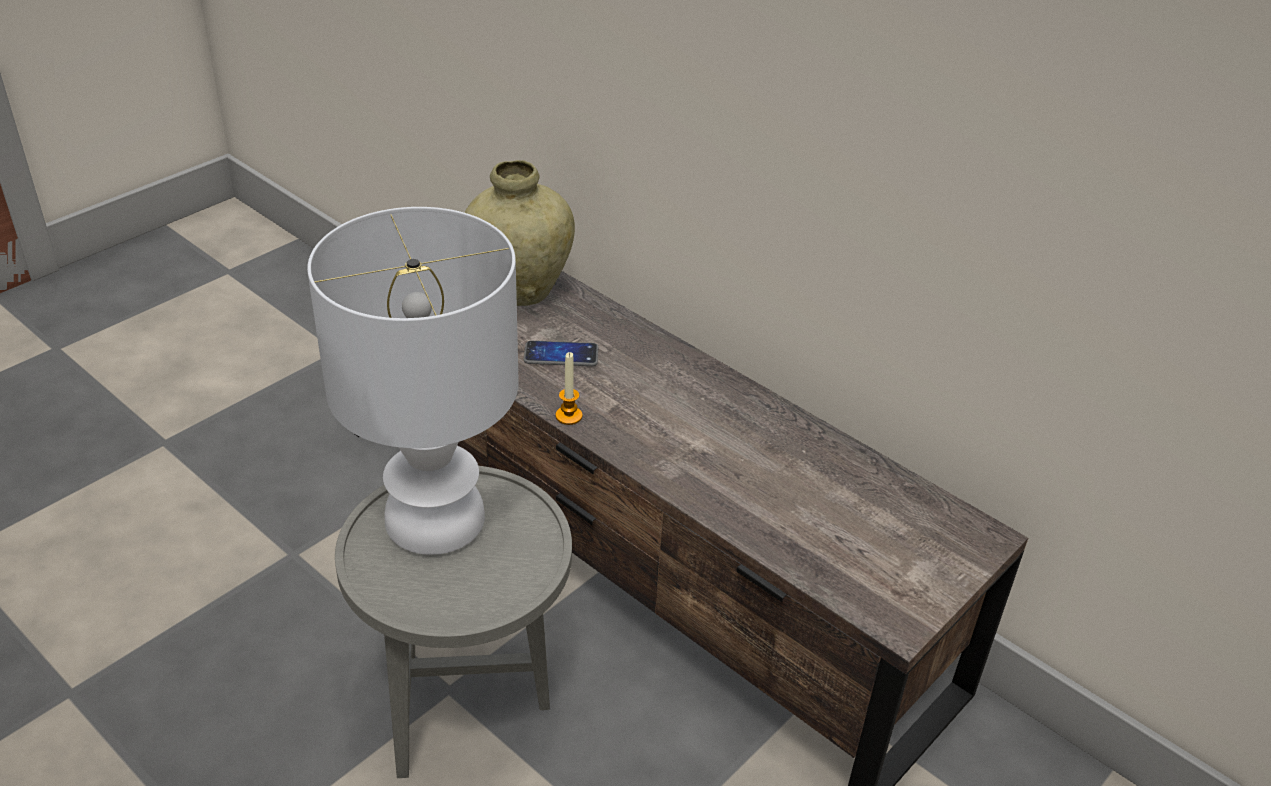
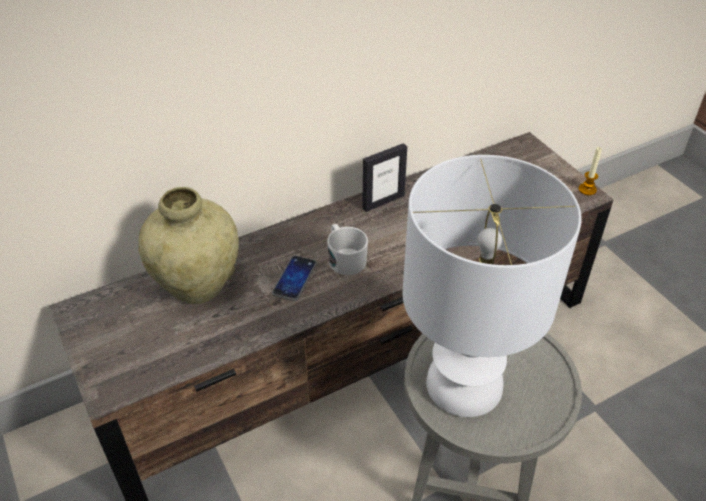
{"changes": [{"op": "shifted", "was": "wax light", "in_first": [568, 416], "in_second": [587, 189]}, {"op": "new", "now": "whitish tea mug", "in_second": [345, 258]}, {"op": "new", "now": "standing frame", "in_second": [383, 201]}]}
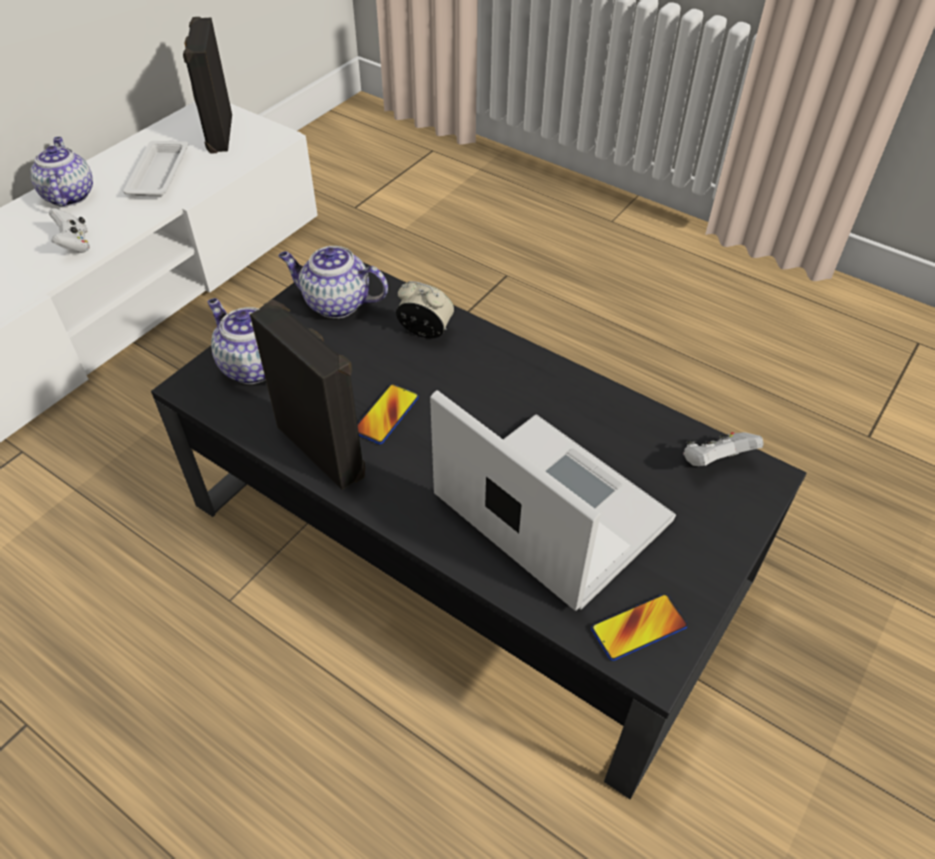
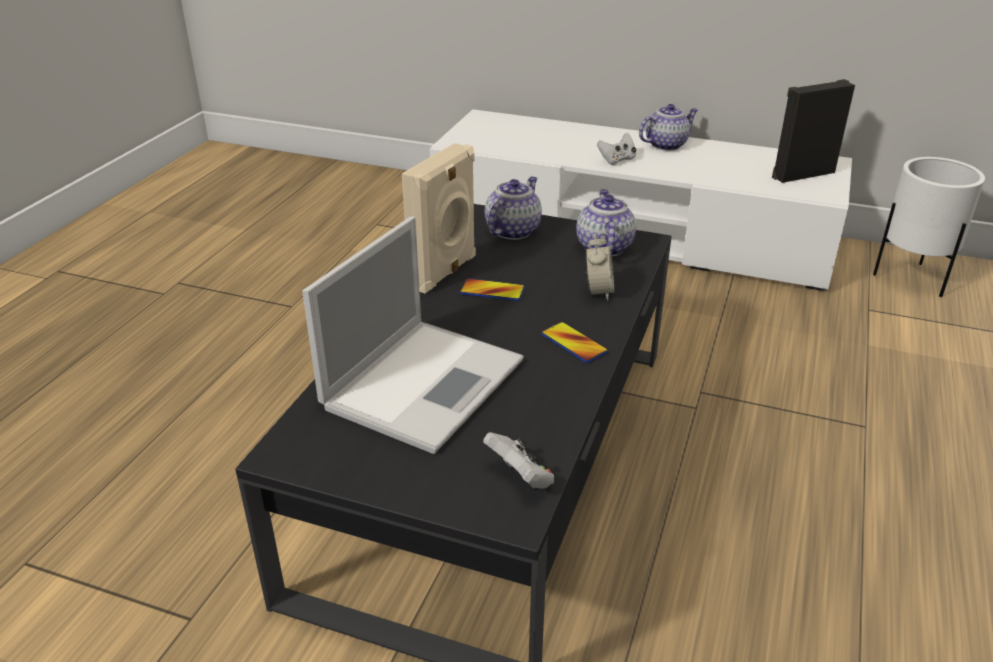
{"changes": [{"op": "gone", "was": "whitish tray", "in_first": [159, 173]}, {"op": "repainted", "was": "blackish speaker", "now": "sand-coloured speaker", "in_first": [323, 449], "in_second": [445, 272]}, {"op": "shifted", "was": "handset", "in_first": [639, 627], "in_second": [574, 343]}, {"op": "new", "now": "whitish plant pot", "in_second": [911, 279]}]}
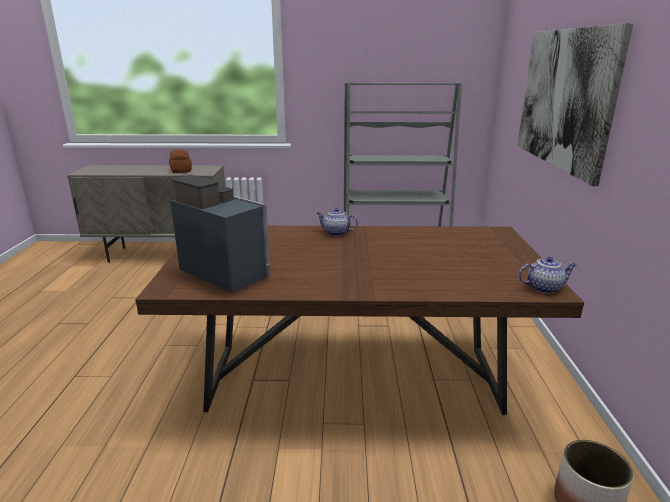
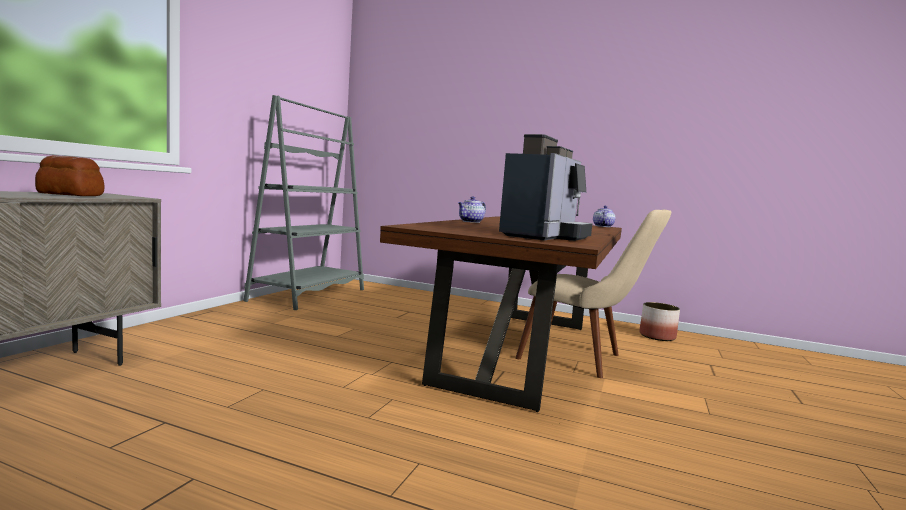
{"changes": [{"op": "rotated", "was": "coffee machine", "in_first": [226, 272], "in_second": [544, 236], "clockwise": 150}, {"op": "gone", "was": "wall picture", "in_first": [564, 99]}, {"op": "new", "now": "sand-coloured upright chair", "in_second": [584, 359]}]}
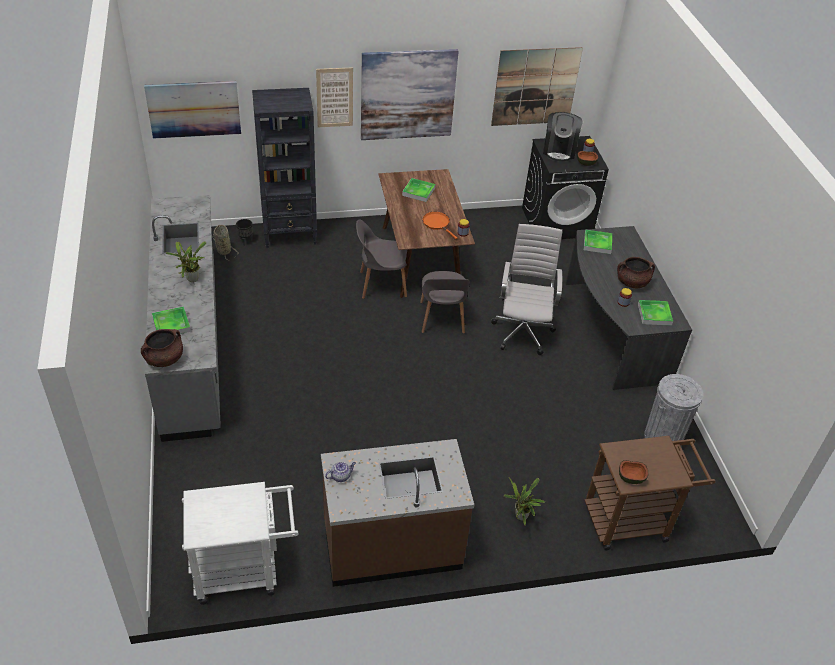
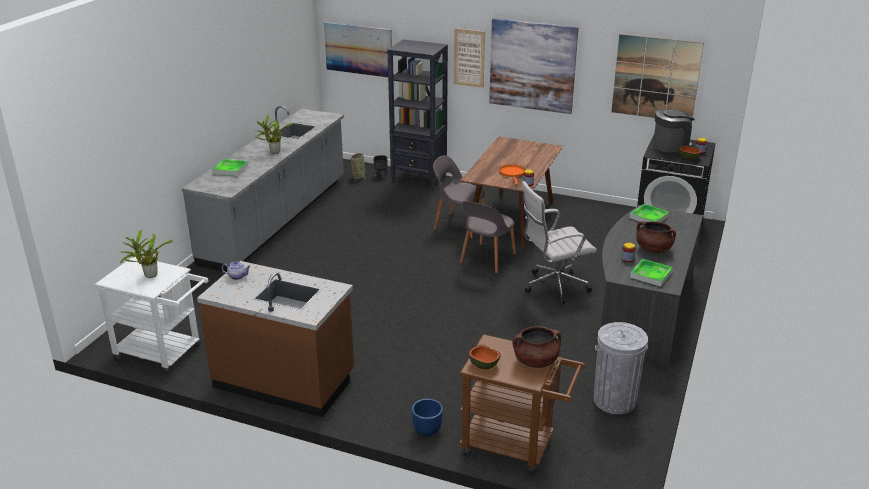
{"changes": [{"op": "shifted", "was": "brownish stockpot", "in_first": [164, 359], "in_second": [535, 361]}, {"op": "gone", "was": "tray", "in_first": [418, 191]}, {"op": "rotated", "was": "whitish desk chair", "in_first": [522, 331], "in_second": [553, 287], "clockwise": -150}, {"op": "shifted", "was": "plant in a pot", "in_first": [520, 517], "in_second": [149, 276]}, {"op": "rotated", "was": "coffee machine", "in_first": [559, 151], "in_second": [671, 146], "clockwise": -150}, {"op": "new", "now": "blue-coloured plant pot", "in_second": [426, 430]}]}
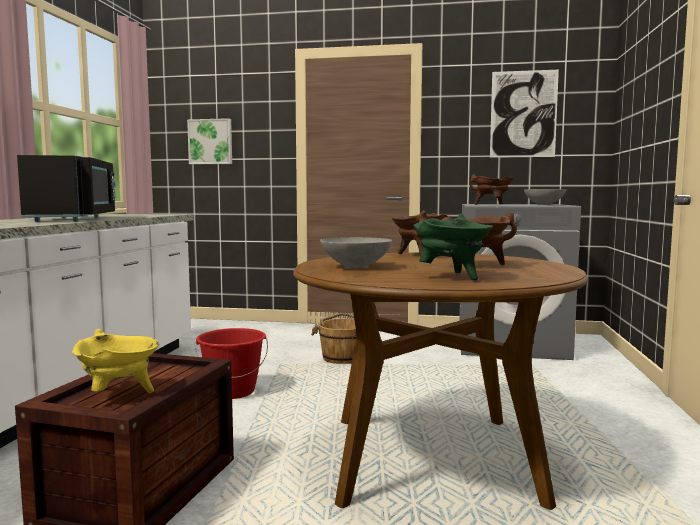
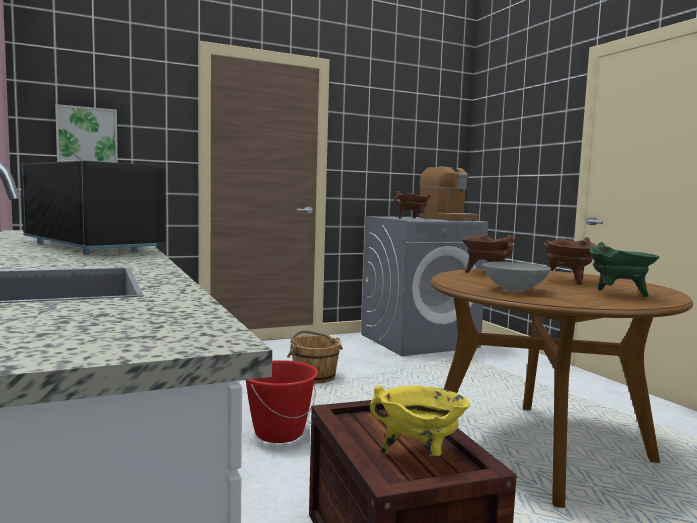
{"changes": [{"op": "gone", "was": "wall picture", "in_first": [523, 114]}, {"op": "swapped", "was": "grey bowl", "now": "coffee machine", "in_first": [544, 204], "in_second": [447, 219]}]}
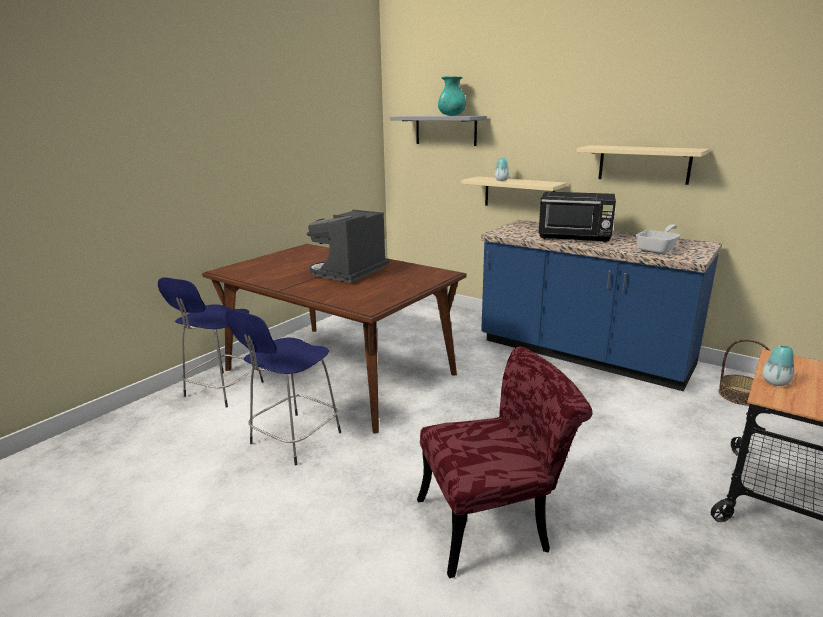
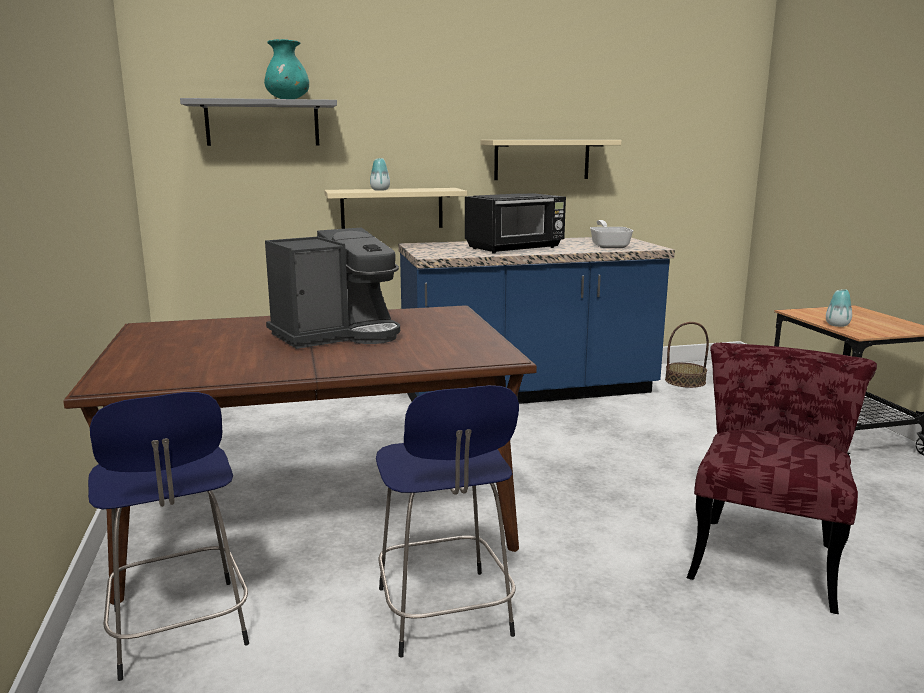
{"changes": [{"op": "rotated", "was": "coffee machine", "in_first": [349, 272], "in_second": [337, 335], "clockwise": -105}]}
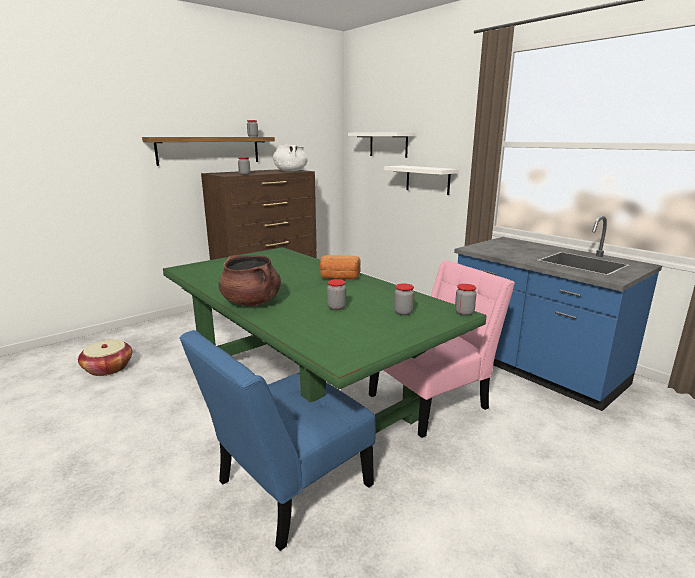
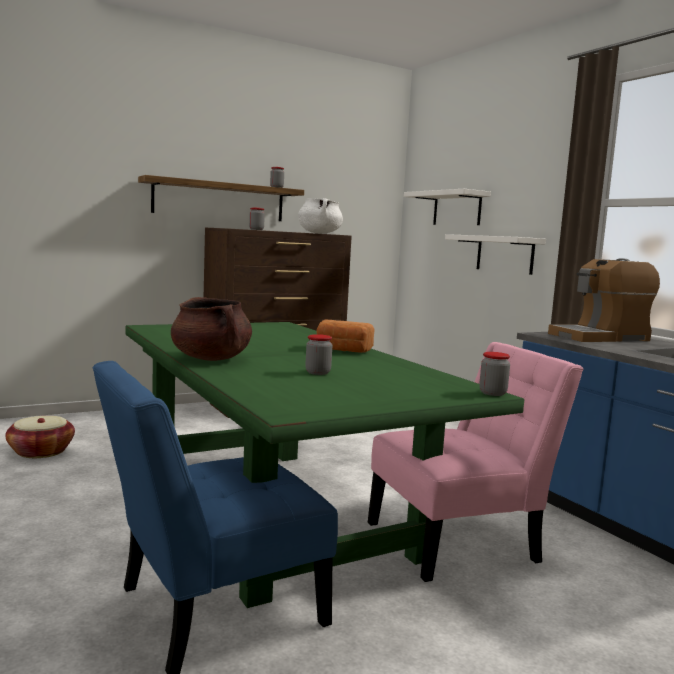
{"changes": [{"op": "gone", "was": "jar", "in_first": [403, 312]}, {"op": "new", "now": "coffee machine", "in_second": [600, 337]}]}
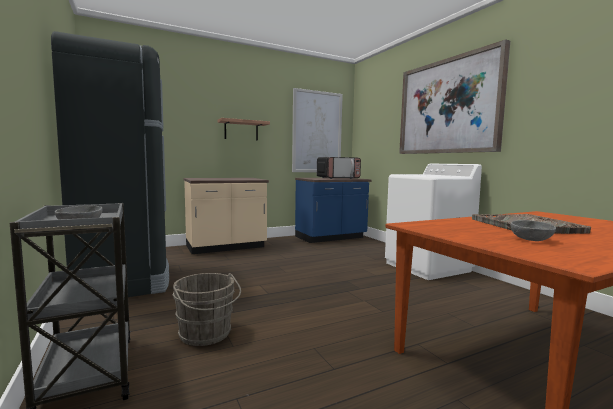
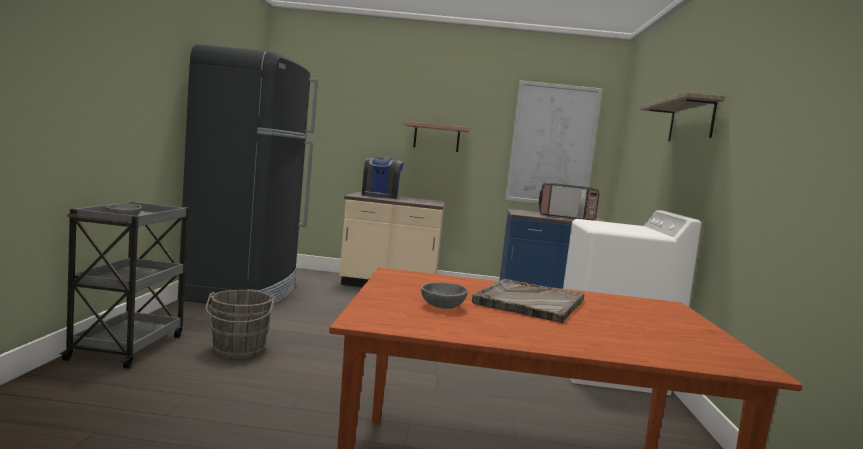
{"changes": [{"op": "swapped", "was": "wall picture", "now": "bracket shelf", "in_first": [447, 107], "in_second": [691, 121]}, {"op": "new", "now": "coffee machine", "in_second": [380, 196]}]}
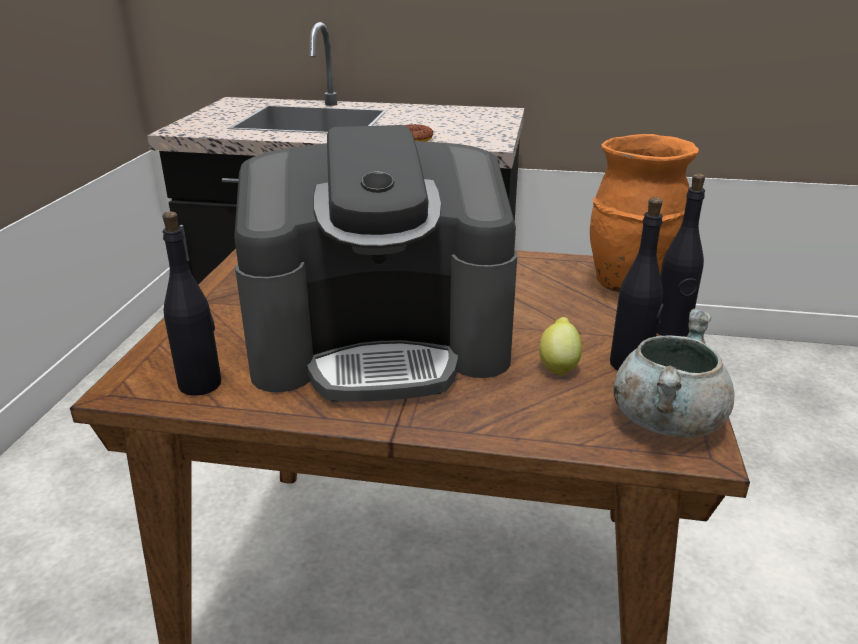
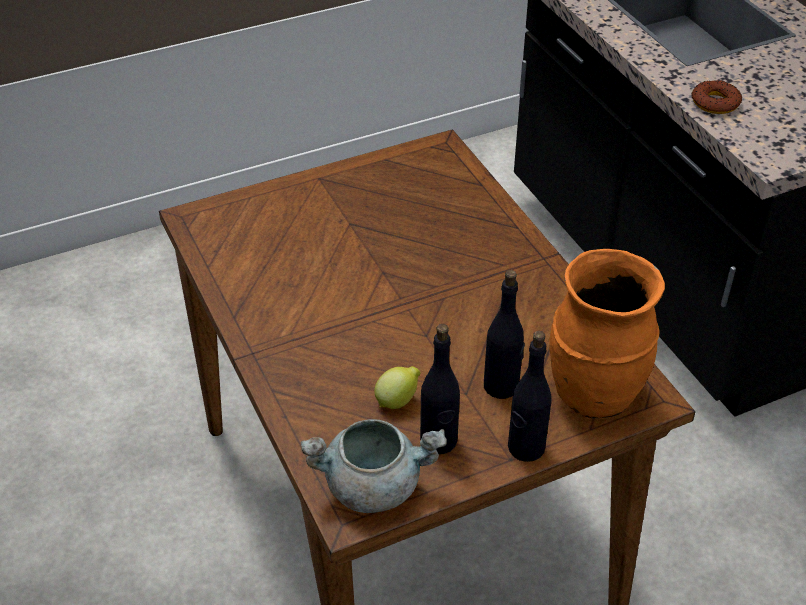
{"changes": [{"op": "shifted", "was": "blackish beverage bottle", "in_first": [201, 384], "in_second": [501, 386]}, {"op": "gone", "was": "coffee machine", "in_first": [381, 343]}]}
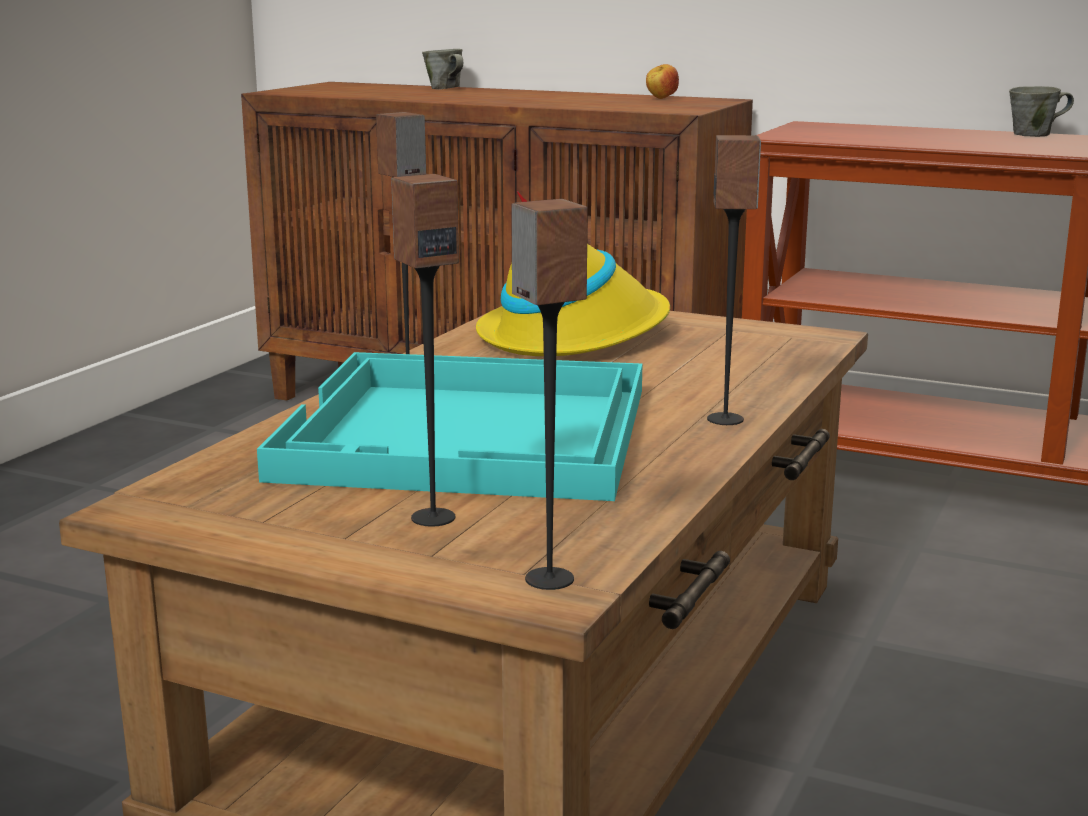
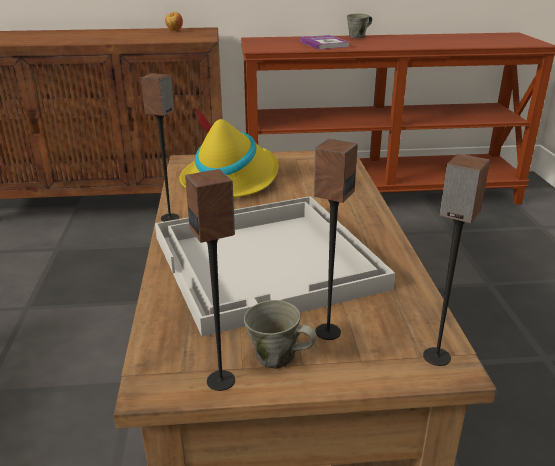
{"changes": [{"op": "repainted", "was": "turquoise tray", "now": "whitish tray", "in_first": [471, 434], "in_second": [268, 262]}, {"op": "shifted", "was": "grey tea mug", "in_first": [445, 88], "in_second": [277, 357]}, {"op": "shifted", "was": "speaker", "in_first": [726, 419], "in_second": [221, 380]}, {"op": "new", "now": "bound book", "in_second": [324, 44]}]}
